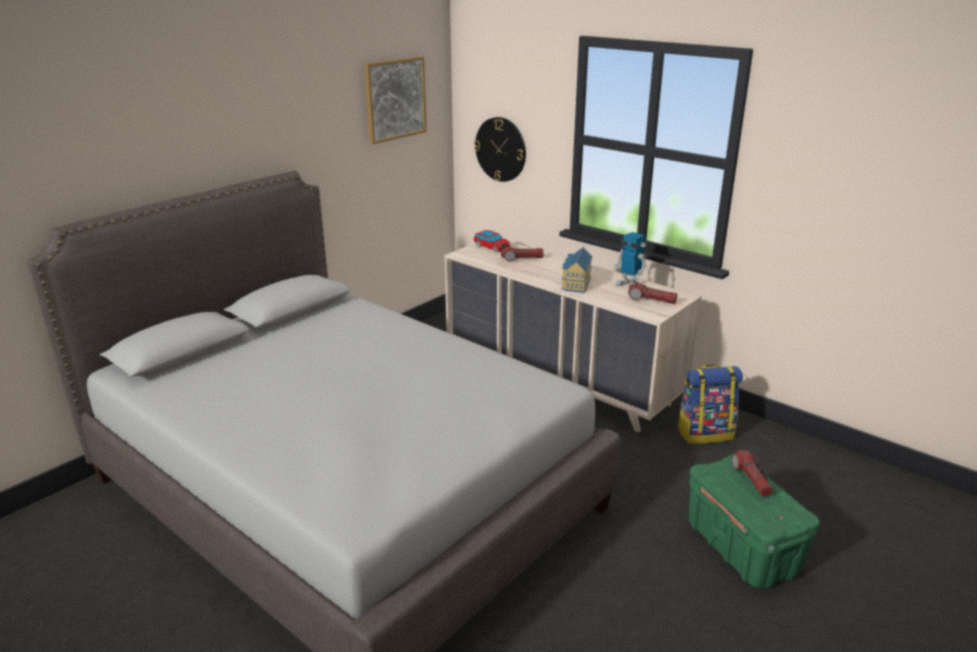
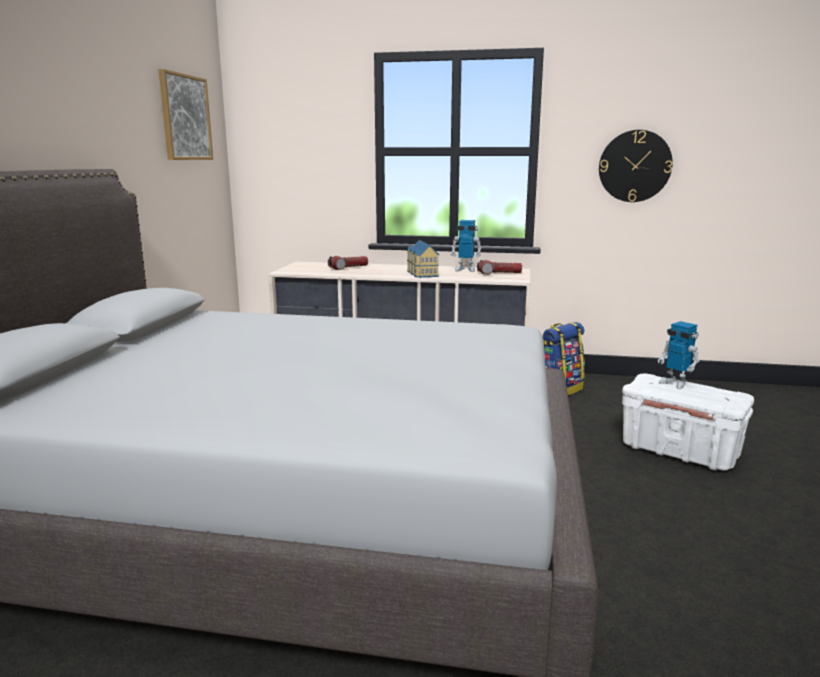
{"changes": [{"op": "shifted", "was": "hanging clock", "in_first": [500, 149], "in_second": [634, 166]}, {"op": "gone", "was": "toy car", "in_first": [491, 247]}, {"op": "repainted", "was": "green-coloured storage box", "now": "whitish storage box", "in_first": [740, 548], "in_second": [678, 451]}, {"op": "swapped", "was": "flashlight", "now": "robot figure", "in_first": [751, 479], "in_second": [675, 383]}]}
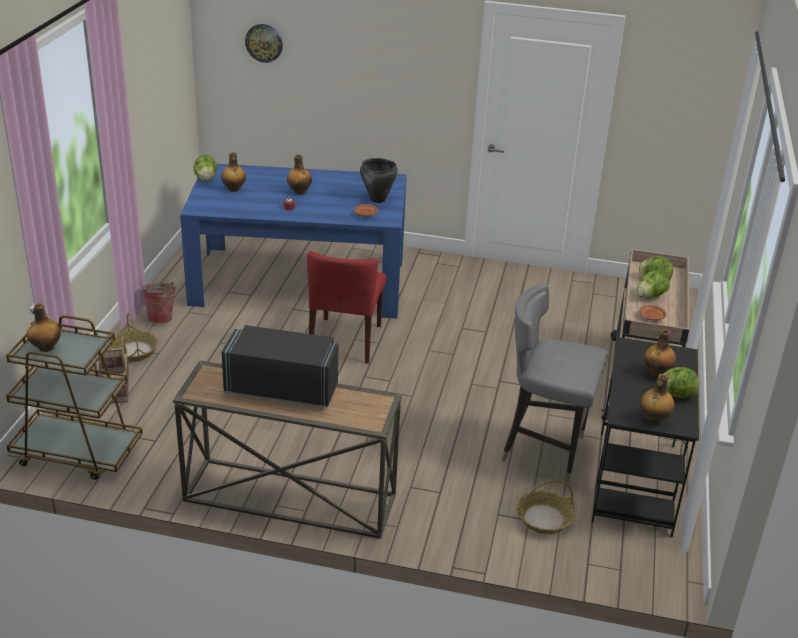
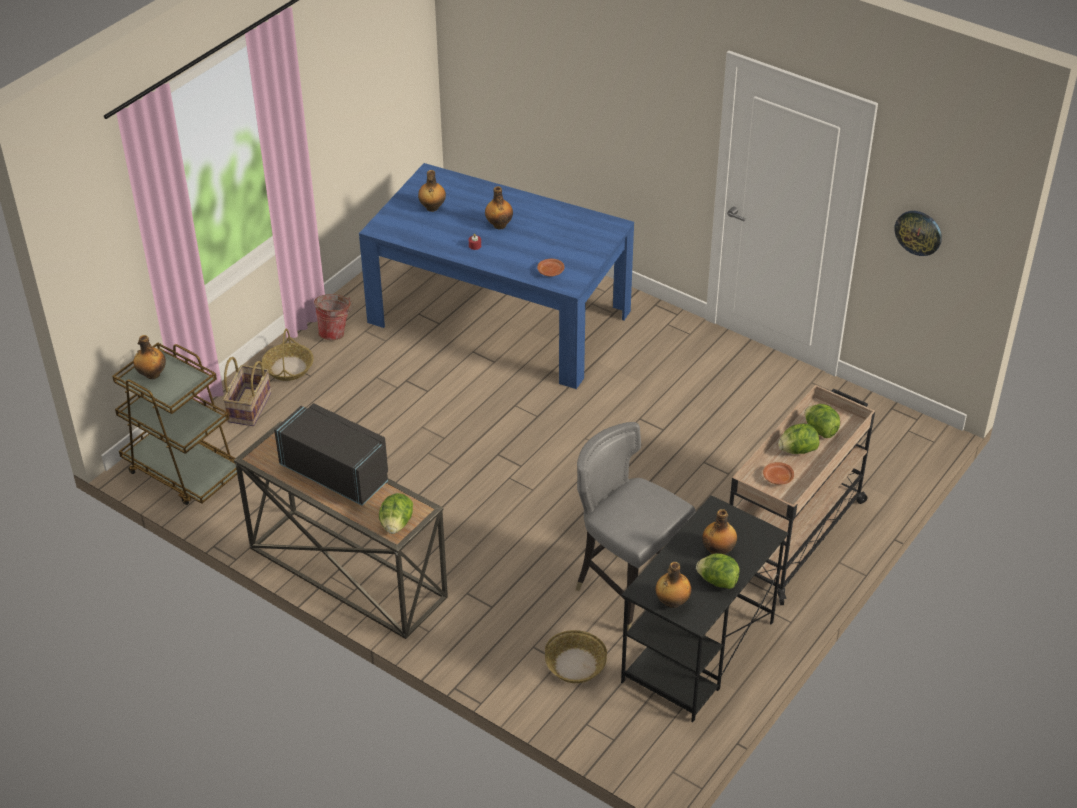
{"changes": [{"op": "shifted", "was": "lettuce head", "in_first": [206, 179], "in_second": [396, 524]}, {"op": "shifted", "was": "hanging clock", "in_first": [264, 43], "in_second": [918, 232]}, {"op": "gone", "was": "reddish upright chair", "in_first": [345, 340]}, {"op": "gone", "was": "blackish stockpot", "in_first": [378, 200]}]}
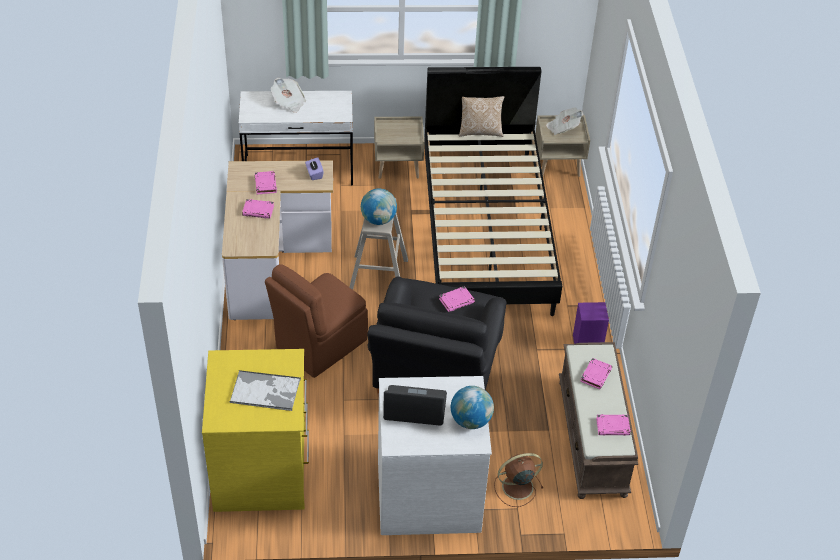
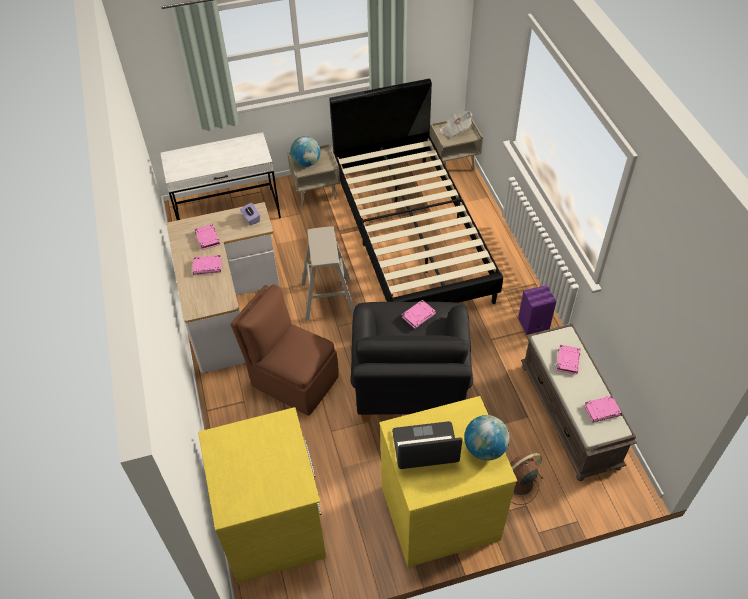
{"changes": [{"op": "gone", "was": "tray", "in_first": [266, 391]}, {"op": "rotated", "was": "brownish upright chair", "in_first": [319, 345], "in_second": [293, 380], "clockwise": 90}, {"op": "gone", "was": "daily paper", "in_first": [289, 102]}, {"op": "shifted", "was": "globe", "in_first": [378, 220], "in_second": [306, 162]}, {"op": "repainted", "was": "whitish dresser", "now": "yellow dresser", "in_first": [428, 494], "in_second": [439, 511]}, {"op": "gone", "was": "cushion", "in_first": [480, 131]}]}
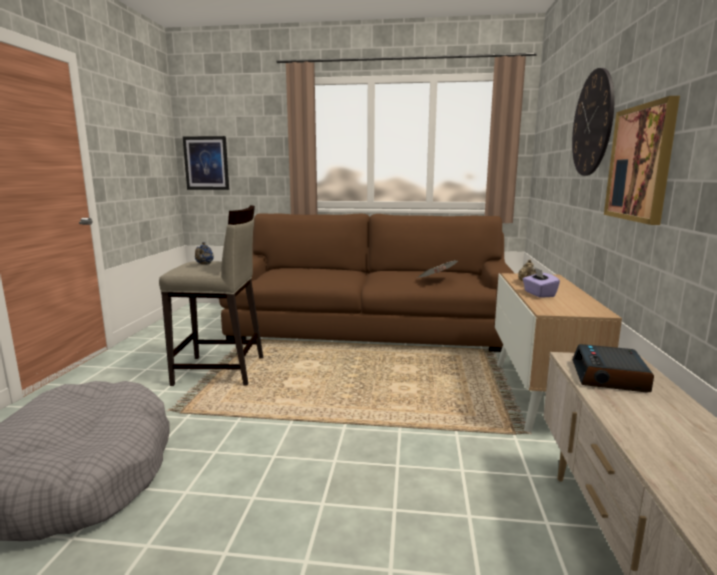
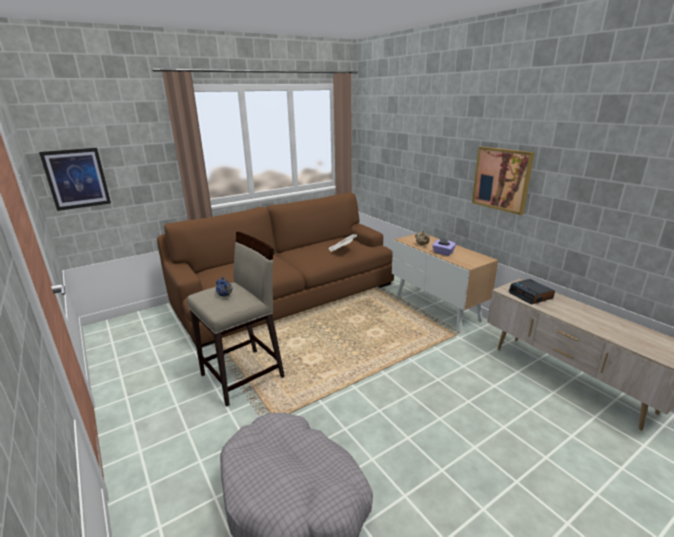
{"changes": [{"op": "gone", "was": "hanging clock", "in_first": [592, 123]}]}
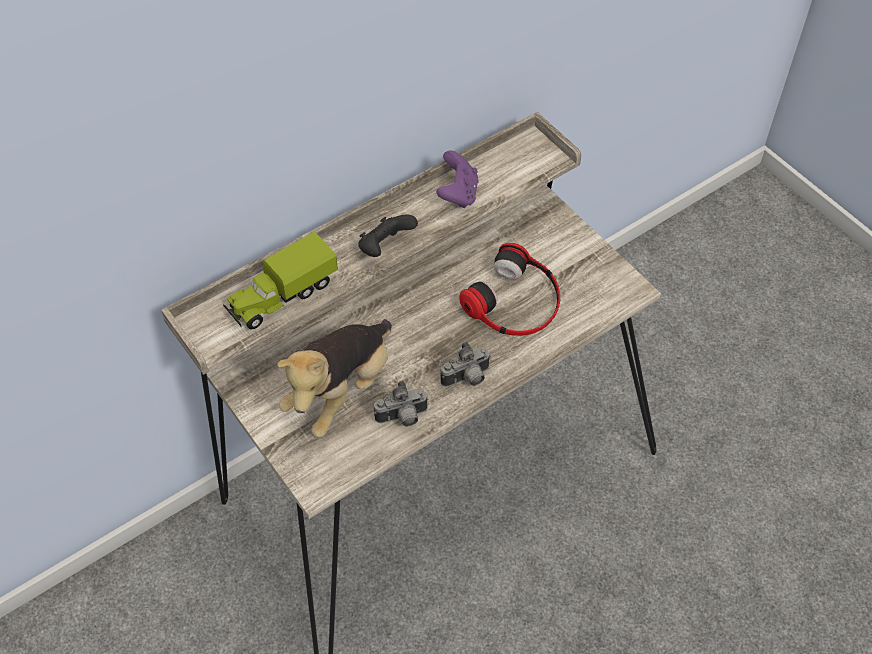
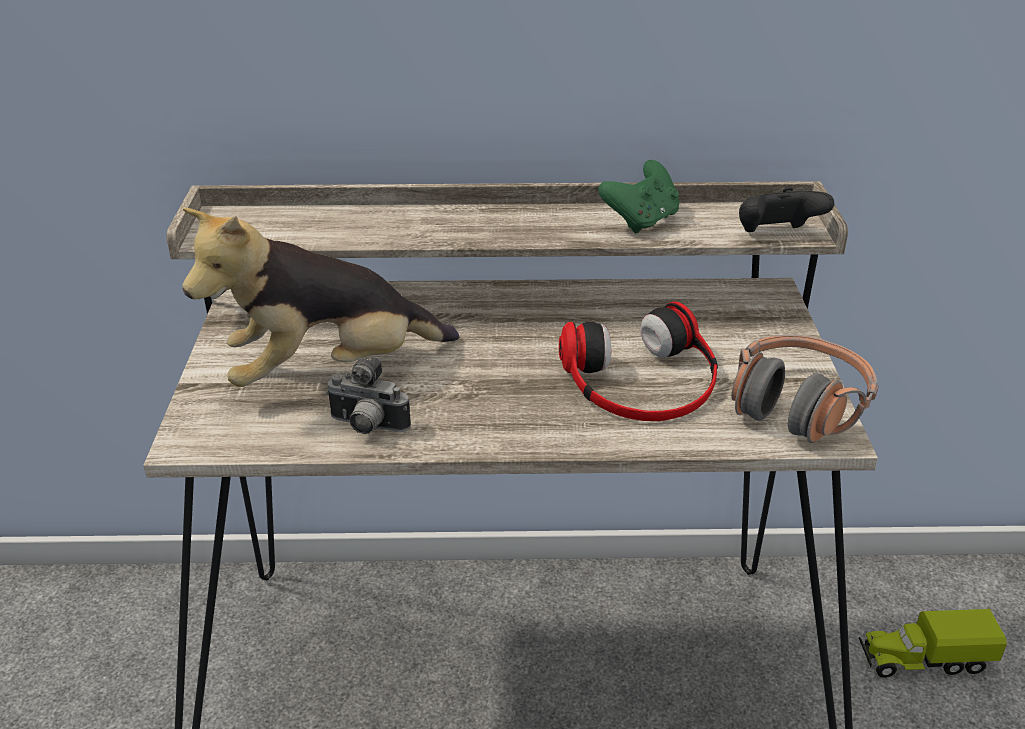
{"changes": [{"op": "shifted", "was": "toy lorry", "in_first": [282, 296], "in_second": [923, 660]}, {"op": "shifted", "was": "blackish gamepad", "in_first": [385, 248], "in_second": [776, 235]}, {"op": "repainted", "was": "purple-coloured gamepad", "now": "green-coloured gamepad", "in_first": [458, 194], "in_second": [641, 221]}, {"op": "gone", "was": "still camera", "in_first": [467, 379]}, {"op": "new", "now": "headphones", "in_second": [797, 405]}]}
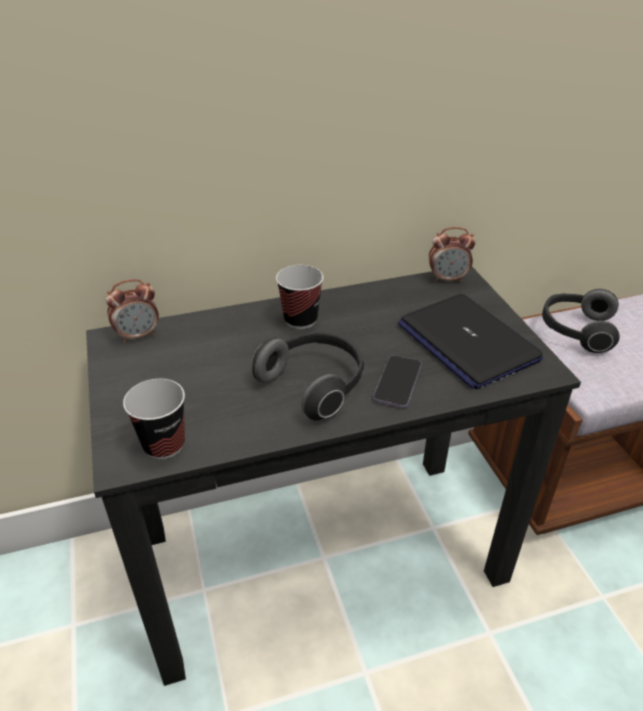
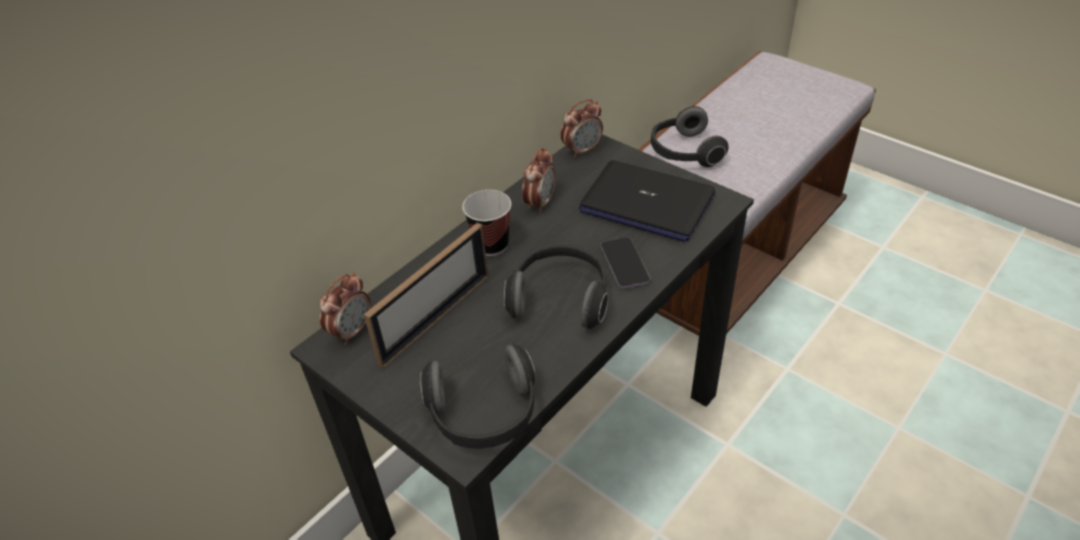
{"changes": [{"op": "swapped", "was": "cup", "now": "headphones", "in_first": [164, 444], "in_second": [484, 415]}, {"op": "new", "now": "standing frame", "in_second": [435, 318]}, {"op": "new", "now": "alarm clock", "in_second": [540, 203]}]}
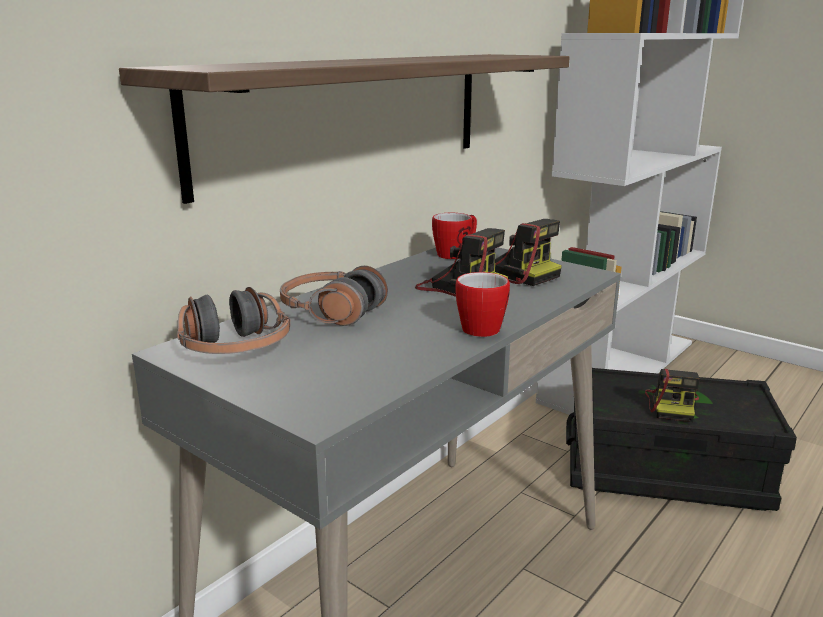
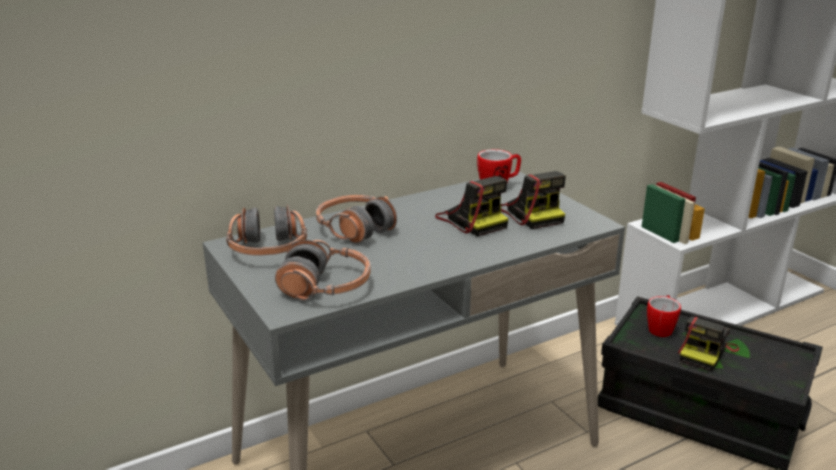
{"changes": [{"op": "gone", "was": "bracket shelf", "in_first": [351, 116]}, {"op": "shifted", "was": "tea mug", "in_first": [481, 326], "in_second": [661, 328]}, {"op": "new", "now": "headphones", "in_second": [325, 287]}]}
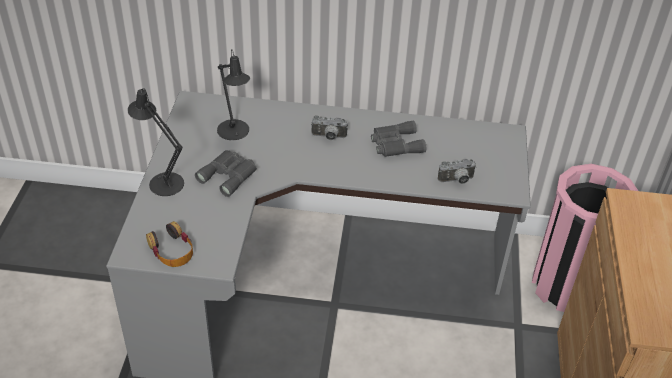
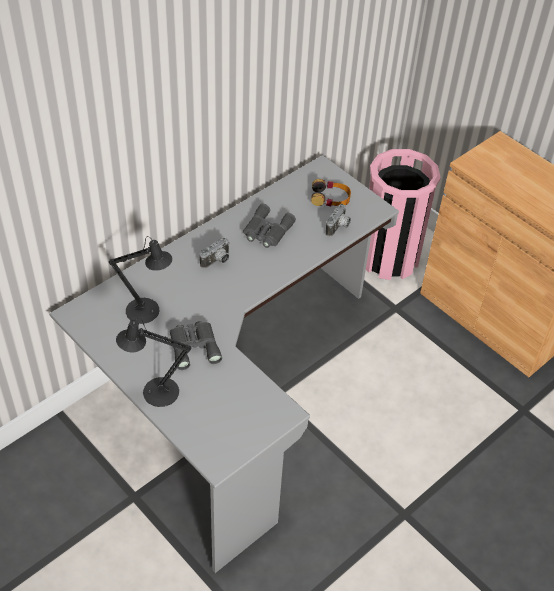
{"changes": [{"op": "shifted", "was": "headphones", "in_first": [172, 250], "in_second": [330, 198]}]}
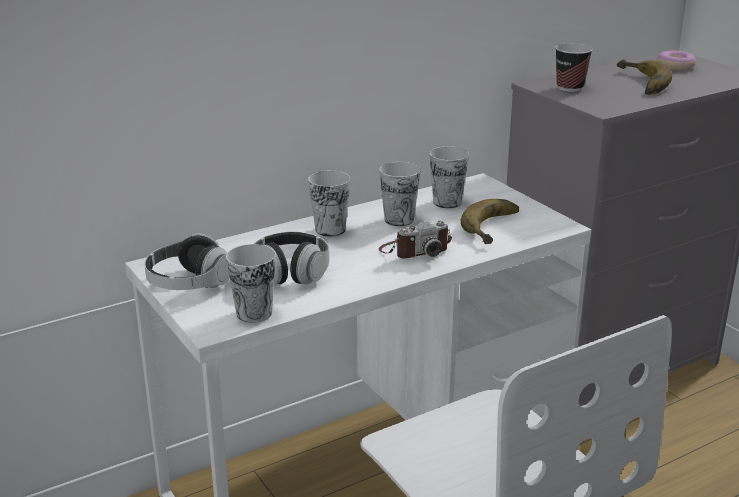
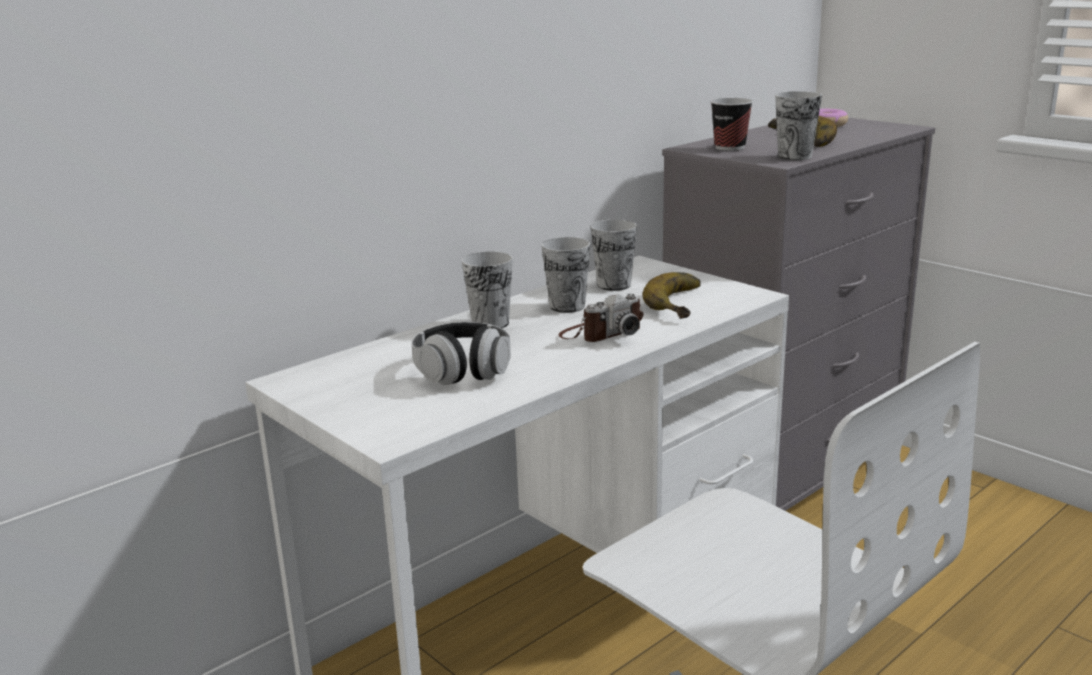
{"changes": [{"op": "gone", "was": "headphones", "in_first": [189, 283]}, {"op": "shifted", "was": "cup", "in_first": [254, 313], "in_second": [794, 156]}]}
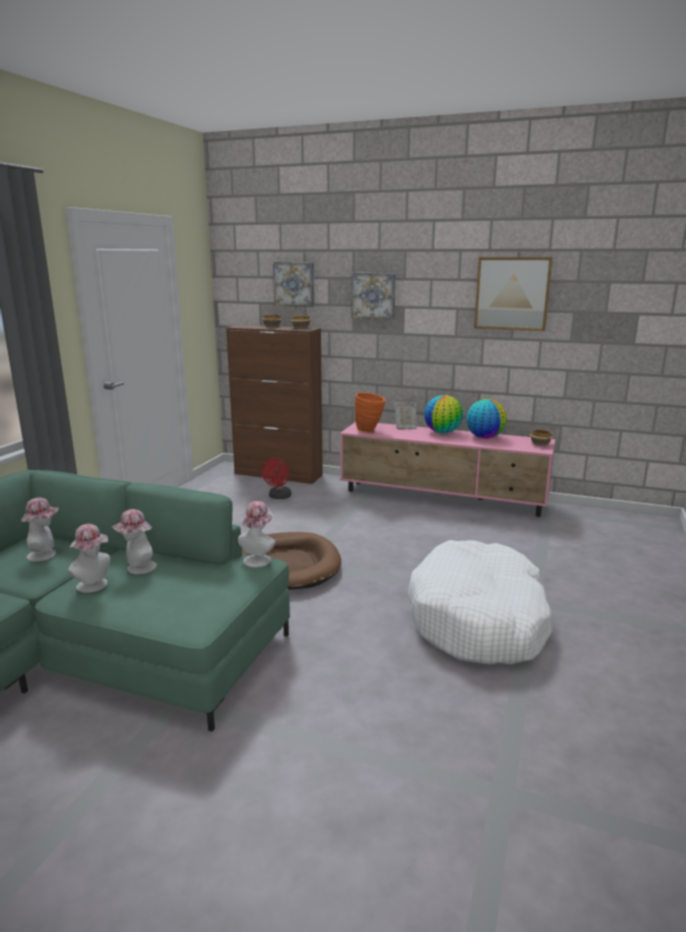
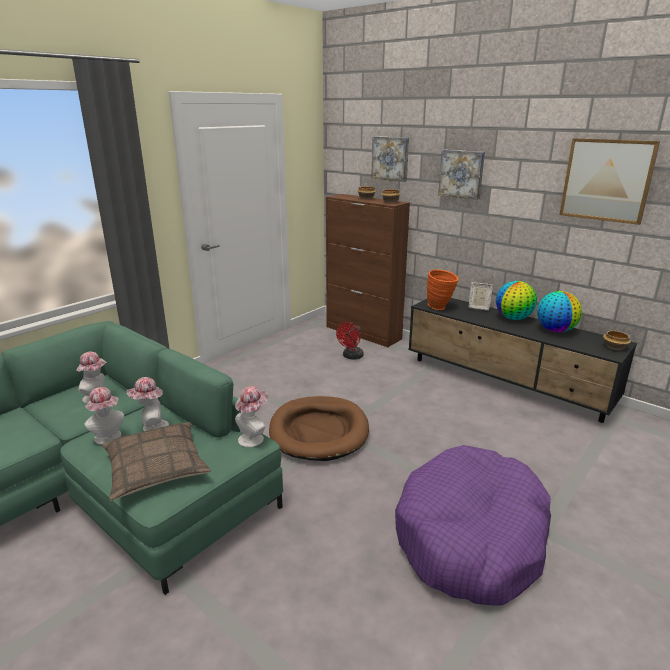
{"changes": [{"op": "repainted", "was": "pink tv unit", "now": "blackish tv unit", "in_first": [443, 499], "in_second": [506, 383]}, {"op": "repainted", "was": "whitish pet bed", "now": "purple-coloured pet bed", "in_first": [479, 620], "in_second": [471, 537]}, {"op": "new", "now": "cushion", "in_second": [156, 469]}]}
